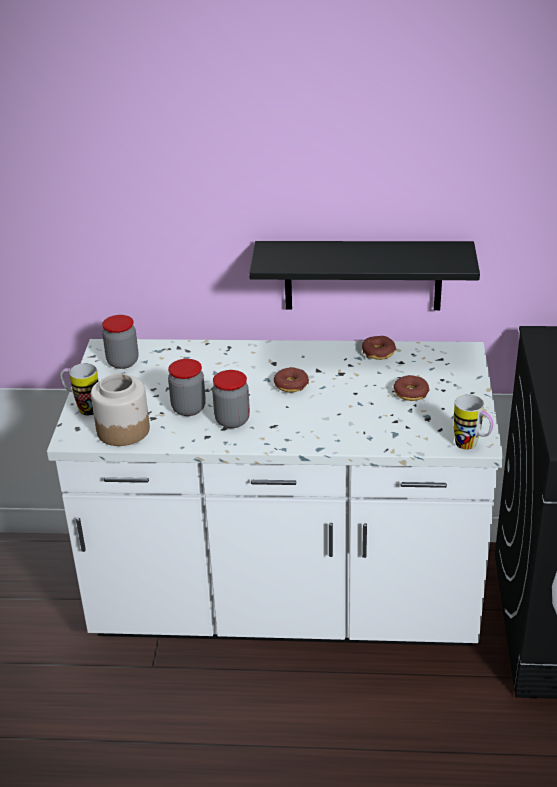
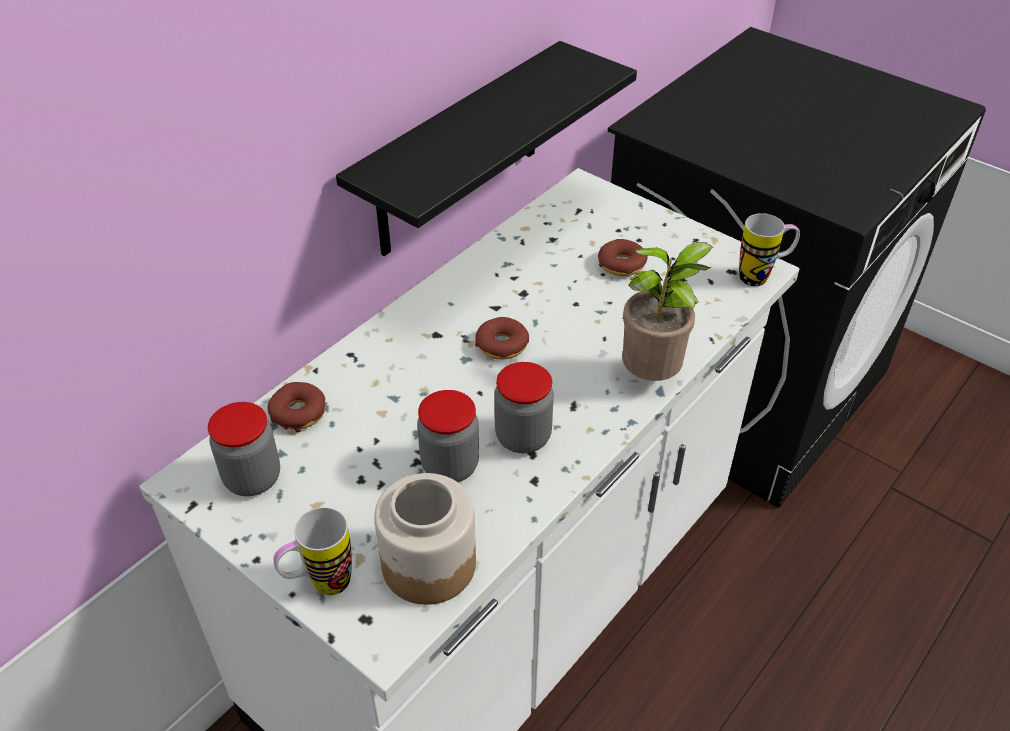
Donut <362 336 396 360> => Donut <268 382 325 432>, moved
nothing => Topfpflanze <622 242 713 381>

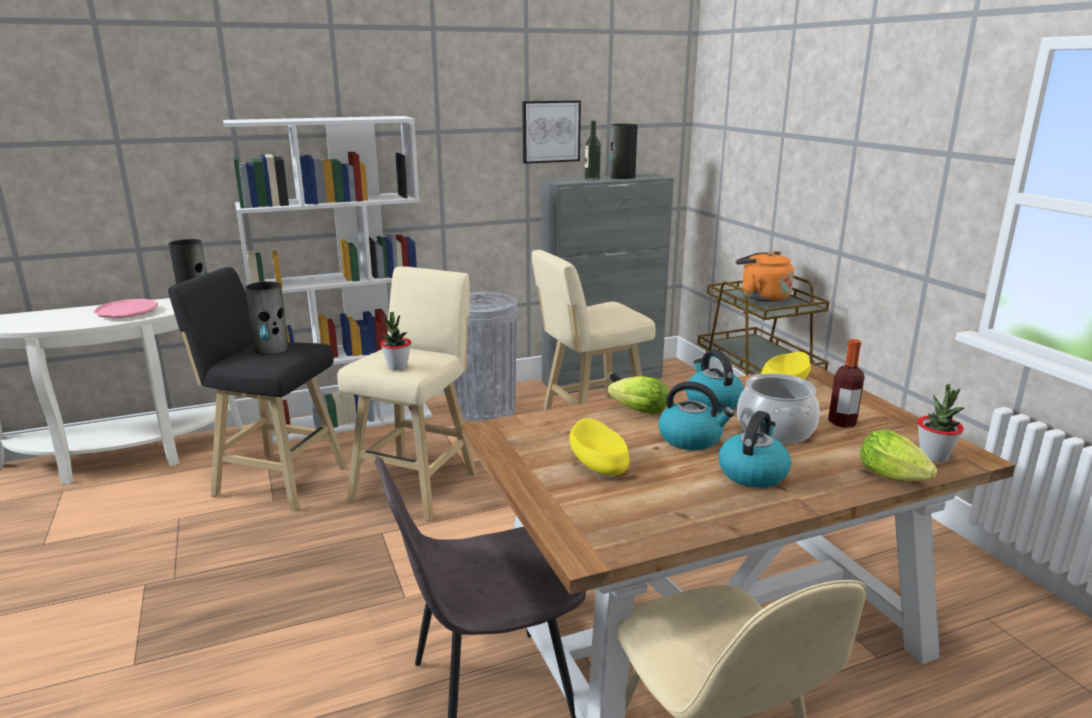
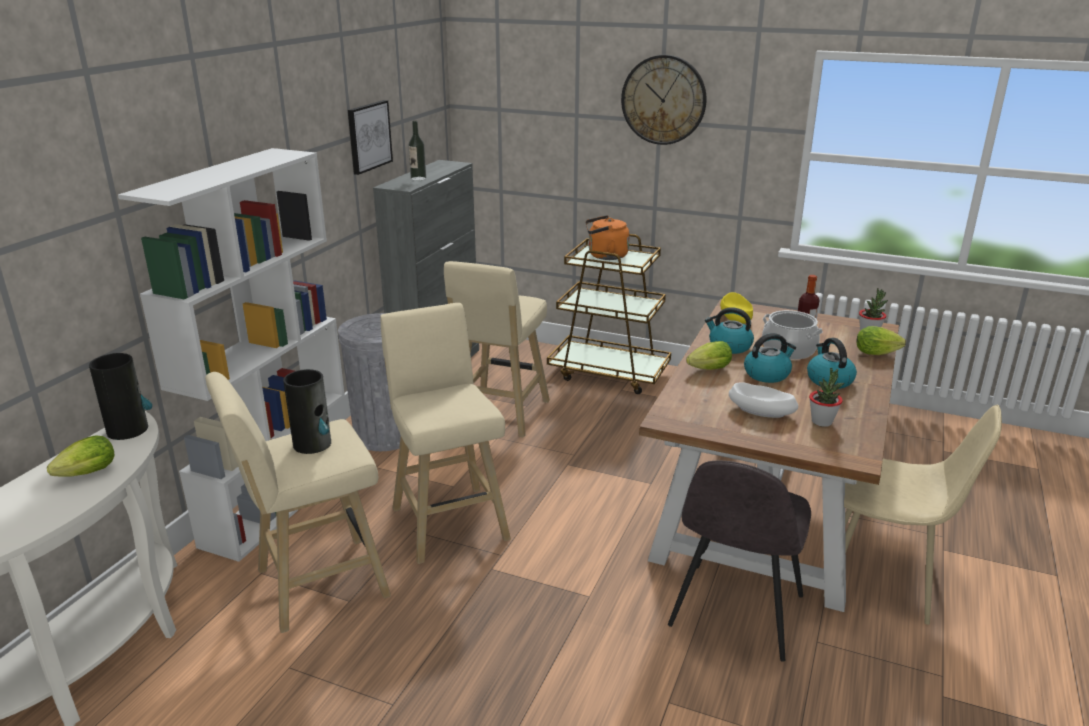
Teller [rosa] <93 299 158 318> => Salatkopf <47 435 114 477>
Hocker [schwarz] <168 267 347 511> => Hocker [beige] <205 372 391 633>
nothing => Wanduhr <621 55 707 145>
Schüssel [gelb] <569 418 630 478> => Schüssel [weiß] <729 382 798 418>
Topfpflanze <380 312 411 370> => Topfpflanze <809 368 844 427>, moved
Vase <609 124 638 179> => nothing

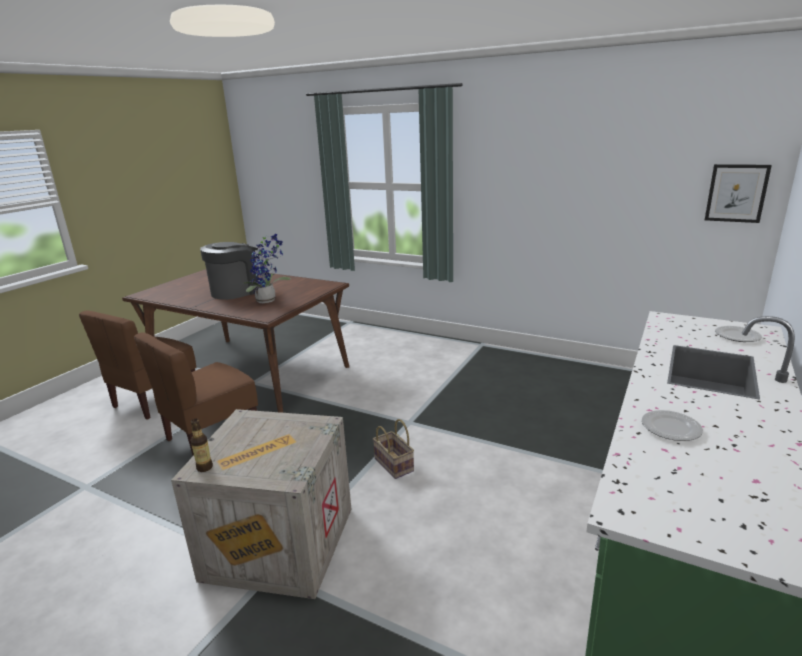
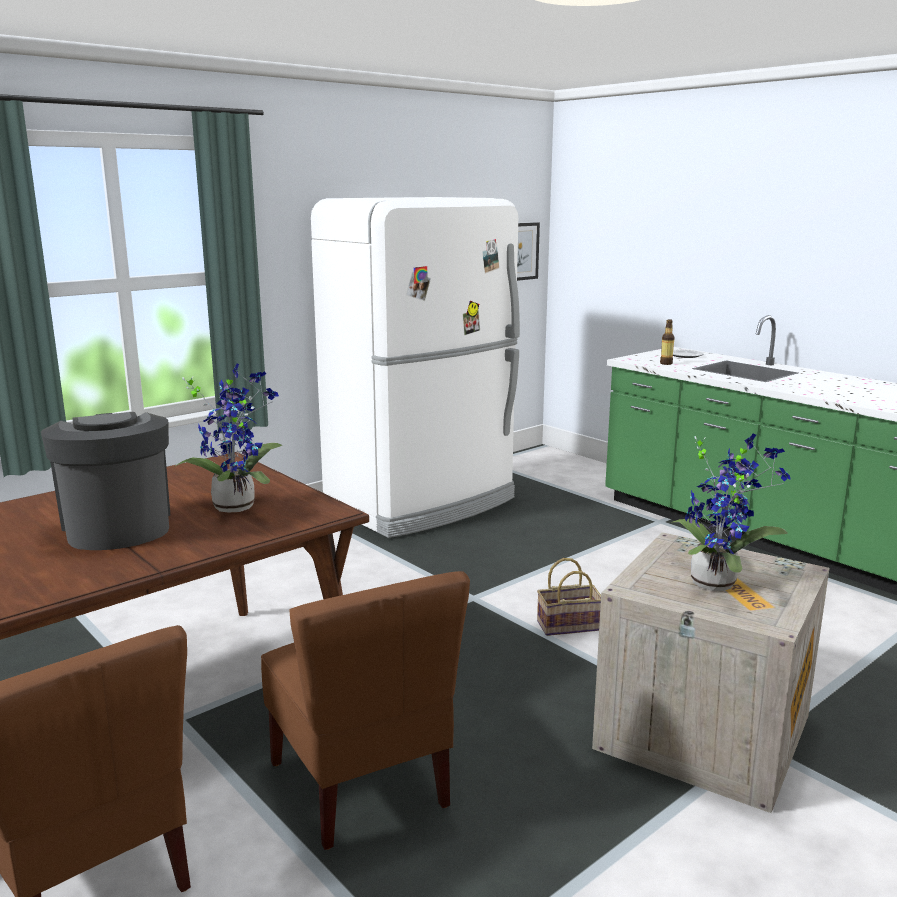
nothing => Kühlschrank [weiß] <311 197 520 538>
Flasche <191 419 213 472> => Flasche <660 319 675 365>, moved
nothing => Topfpflanze <670 434 791 591>
Teller <642 410 703 441> => nothing

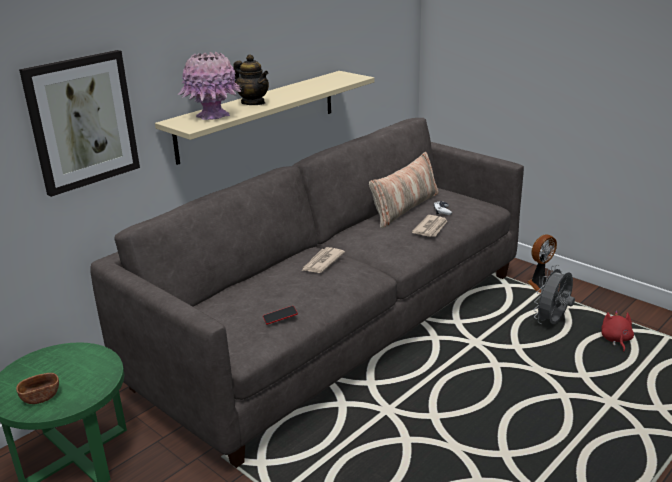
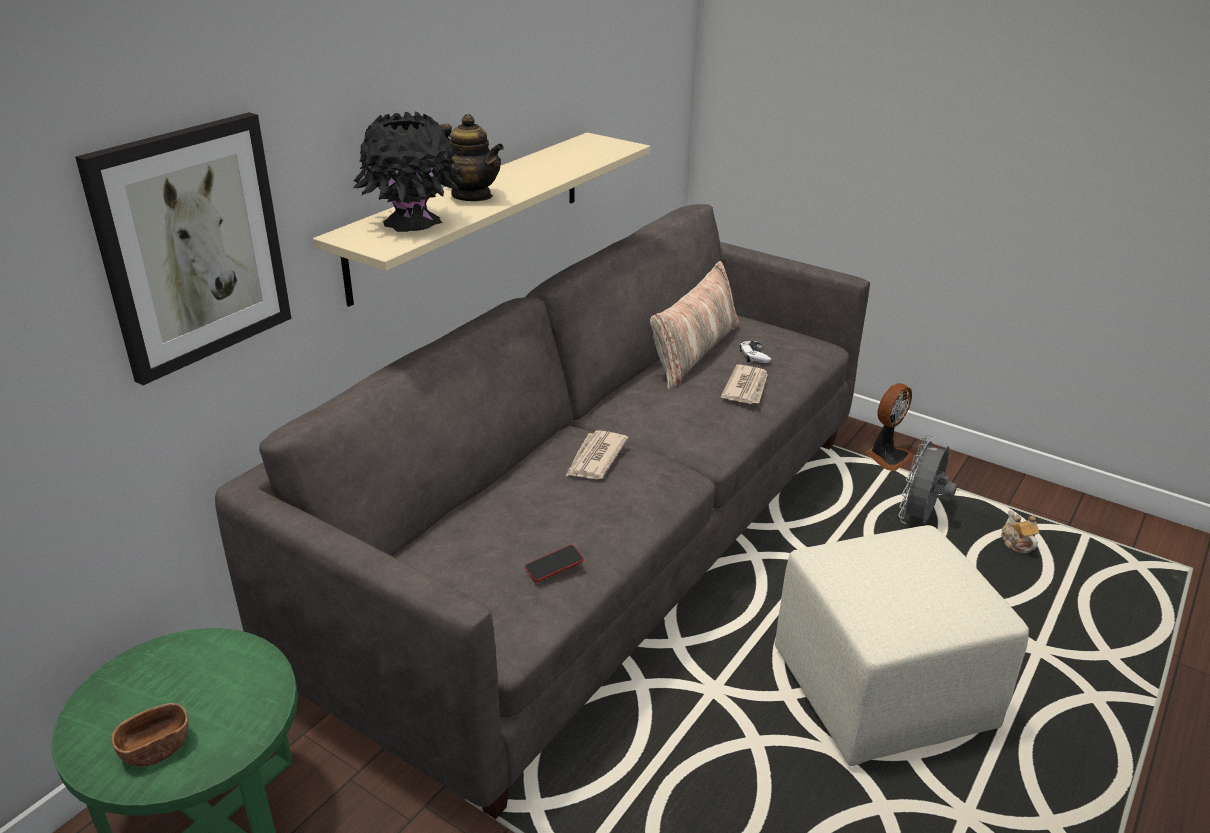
Vase [rosa] <178 52 242 120> => Vase [schwarz] <353 112 464 232>
nothing => Polsterhocker [beige] <775 525 1029 766>
Plüschtier [rot] <601 310 634 352> => Teekanne <1001 510 1039 553>

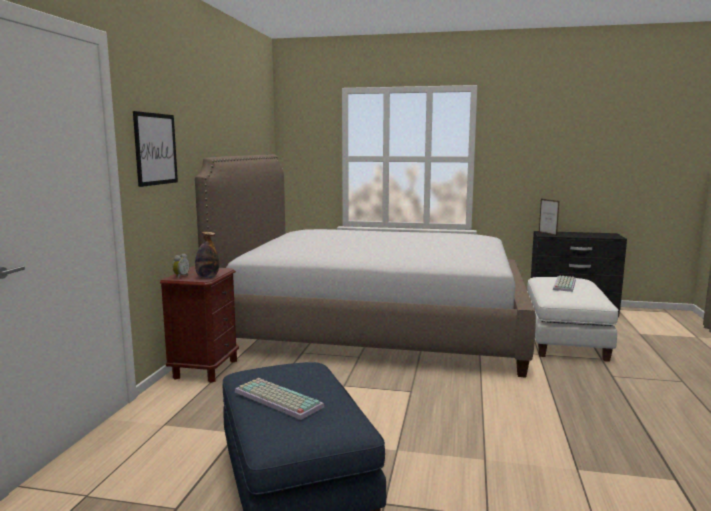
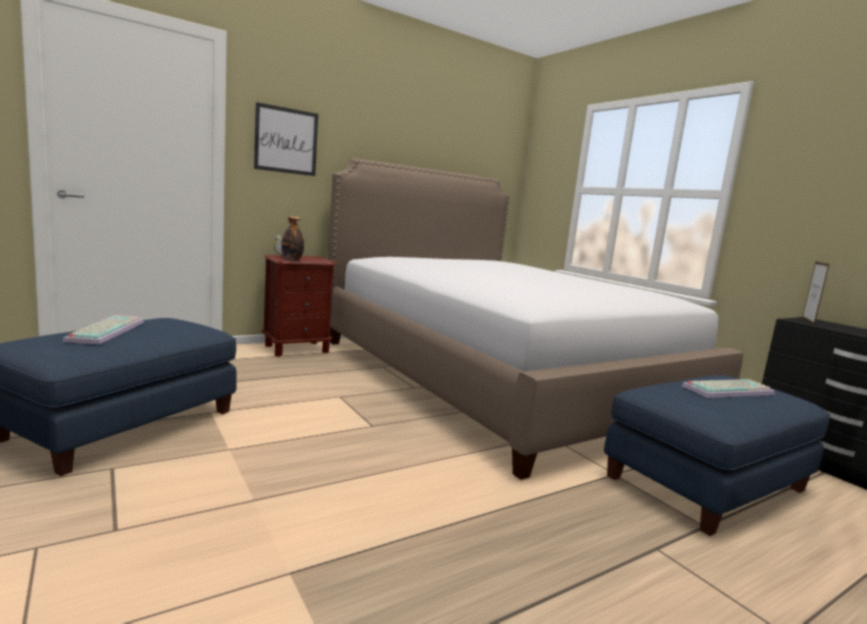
Polsterhocker [weiß] <527 277 618 362> => Polsterhocker [blau] <604 375 830 536>

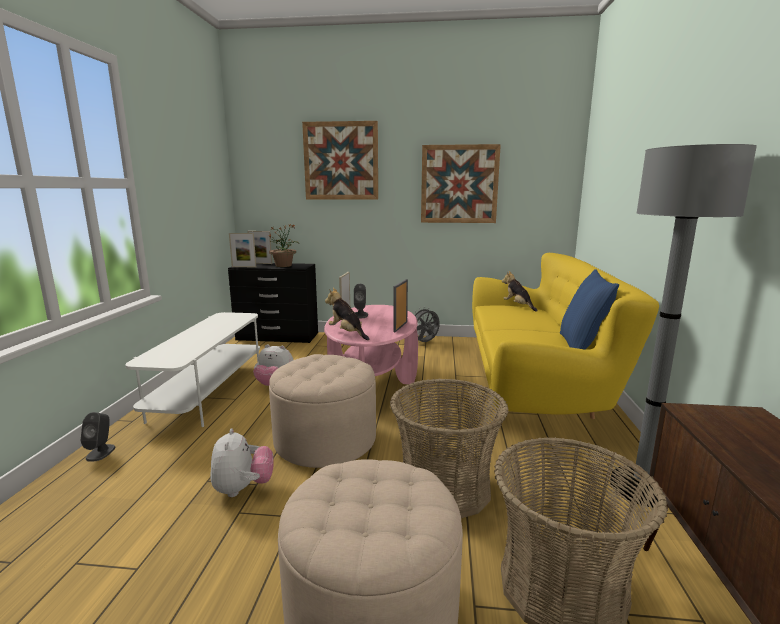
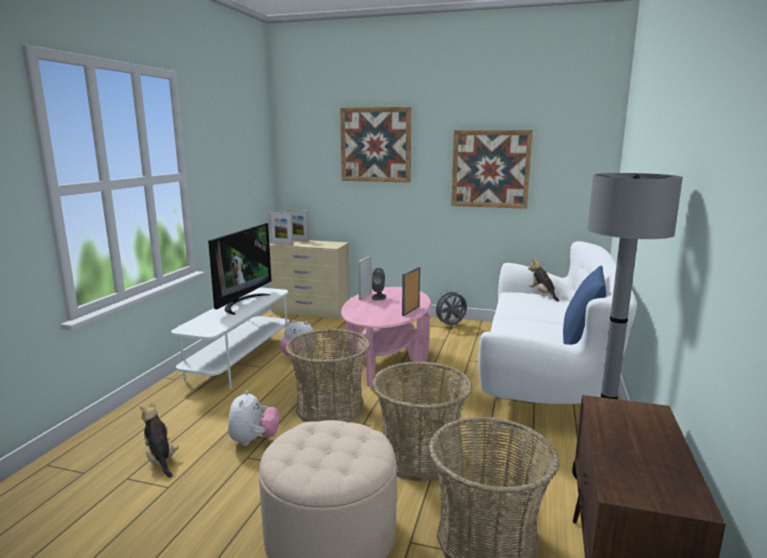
Plüschtier <325 288 369 340> => Plüschtier <140 401 179 478>, moved
nothing => Fernseher <208 223 271 315>
Kommode [schwarz] <228 263 318 343> => Kommode [beige] <269 240 350 319>
Polsterhocker [beige] <269 354 376 468> => Korb <285 329 371 422>
Sofa [gelb] <472 253 659 419> => Sofa [weiß] <478 241 637 404>
Lautsprecher [grau] <80 412 116 462> => nothing
Topfpflanze <269 223 298 267> => nothing

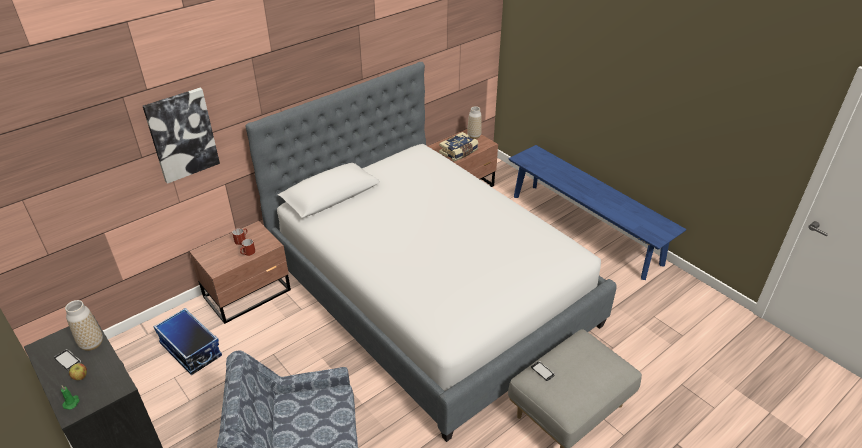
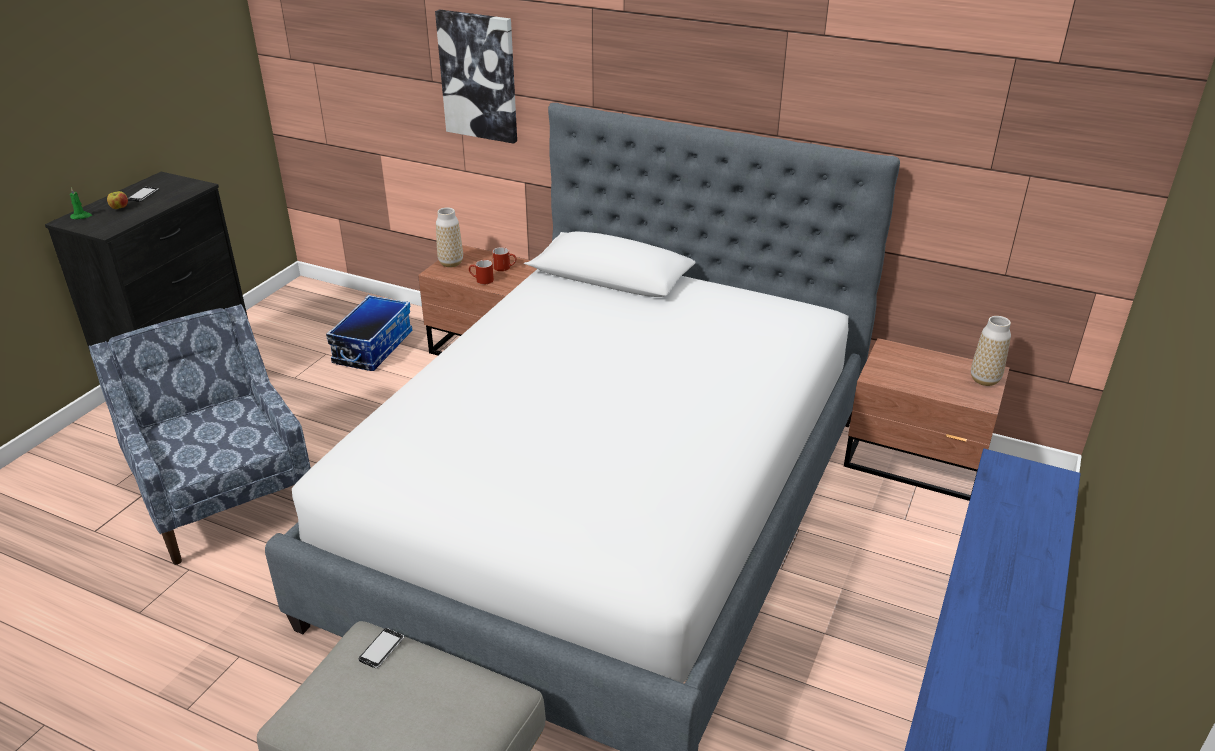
Vase <65 300 103 351> => Vase <436 208 463 267>, moved
Buch <439 132 478 162> => nothing

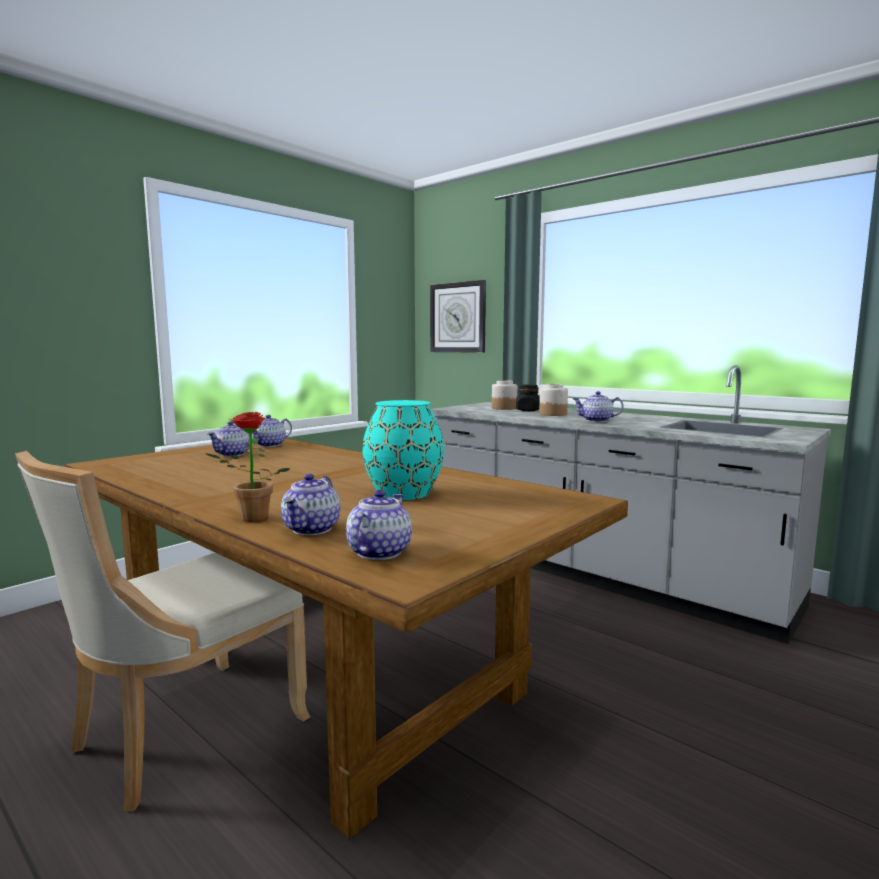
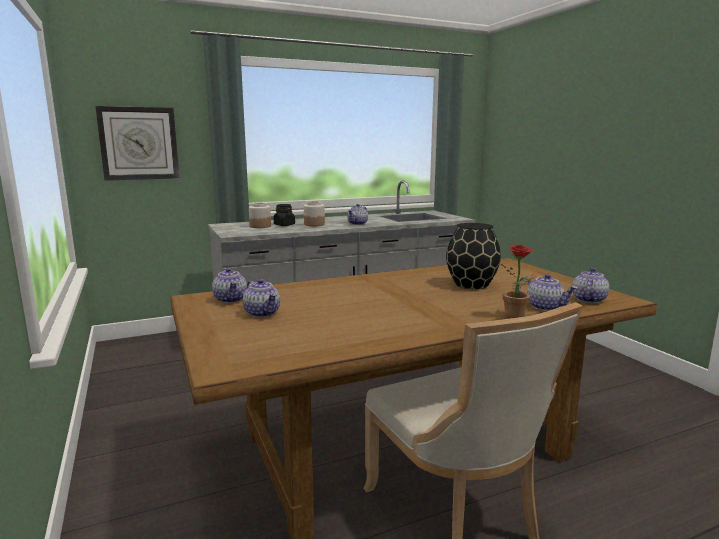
Vase [türkis] <362 400 444 500> => Vase [schwarz] <446 223 501 289>
Teekanne <346 490 412 560> => Teekanne <572 268 609 303>, 75 degrees clockwise

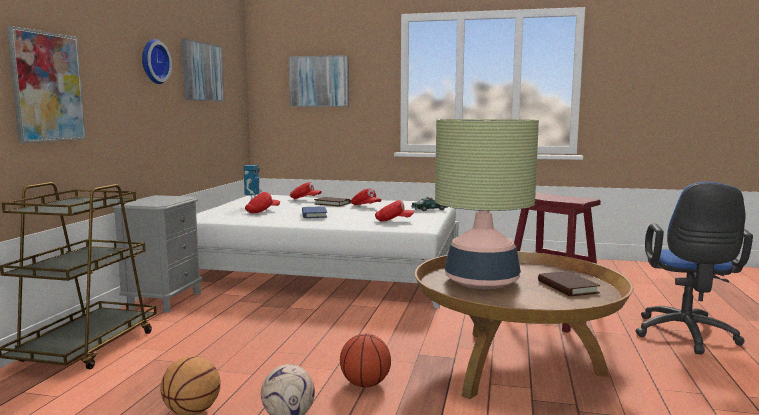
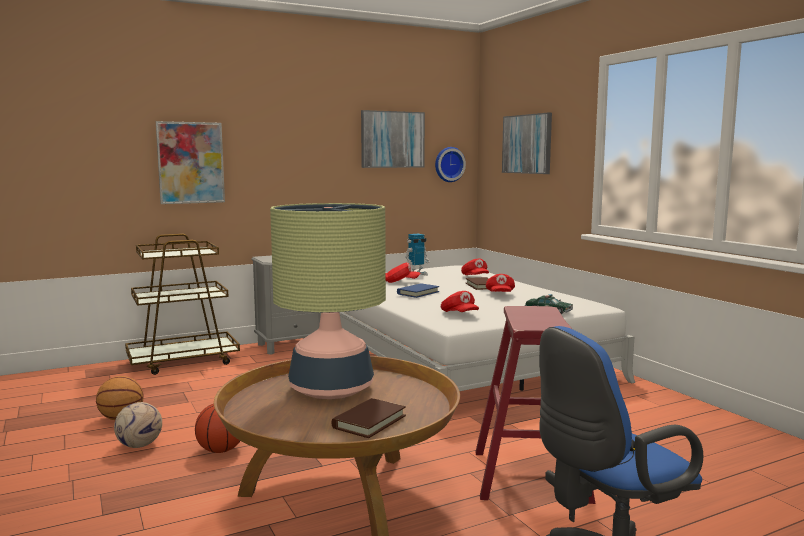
Wanduhr <142 39 172 84> => Wanduhr <435 147 466 182>, moved

